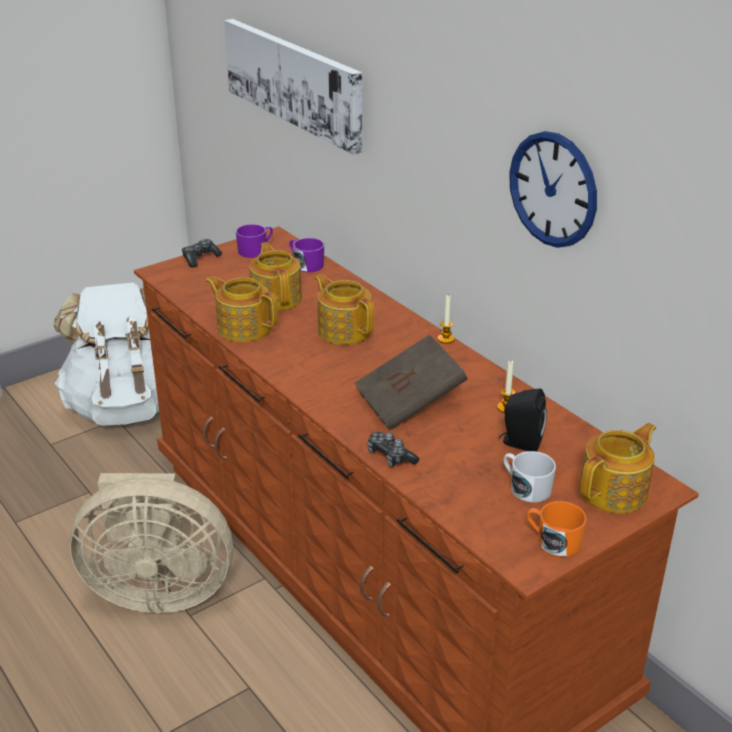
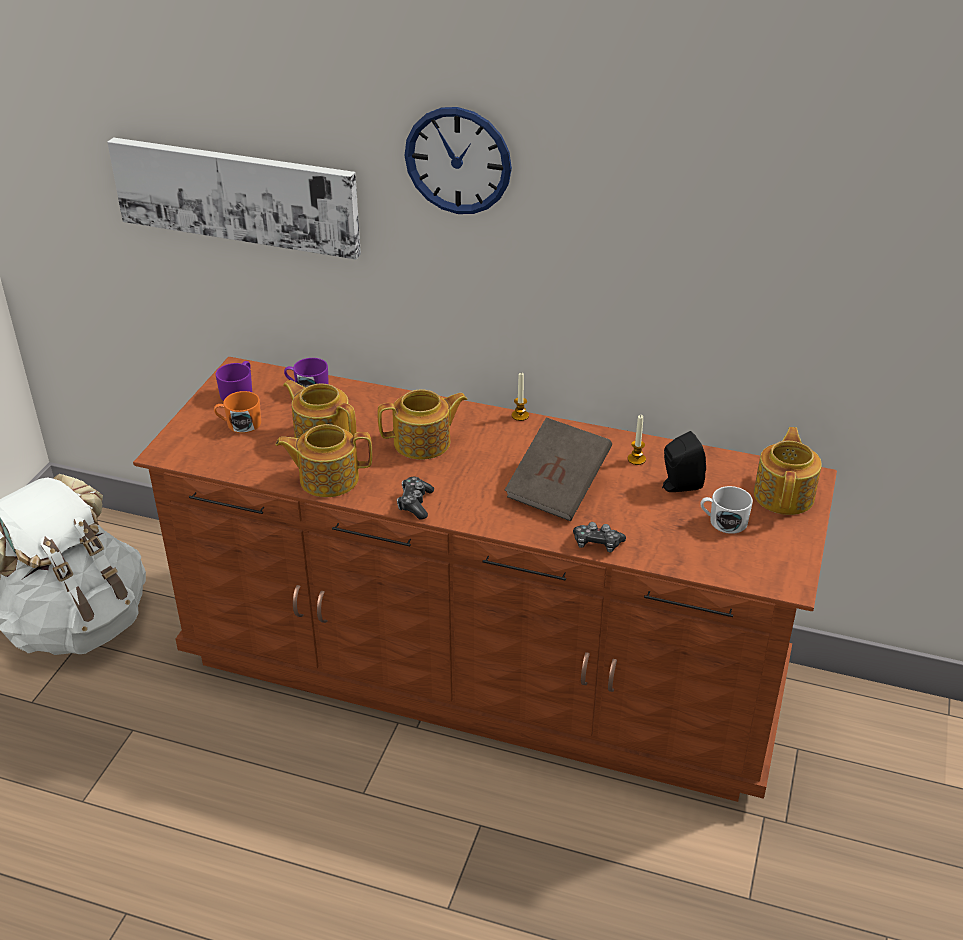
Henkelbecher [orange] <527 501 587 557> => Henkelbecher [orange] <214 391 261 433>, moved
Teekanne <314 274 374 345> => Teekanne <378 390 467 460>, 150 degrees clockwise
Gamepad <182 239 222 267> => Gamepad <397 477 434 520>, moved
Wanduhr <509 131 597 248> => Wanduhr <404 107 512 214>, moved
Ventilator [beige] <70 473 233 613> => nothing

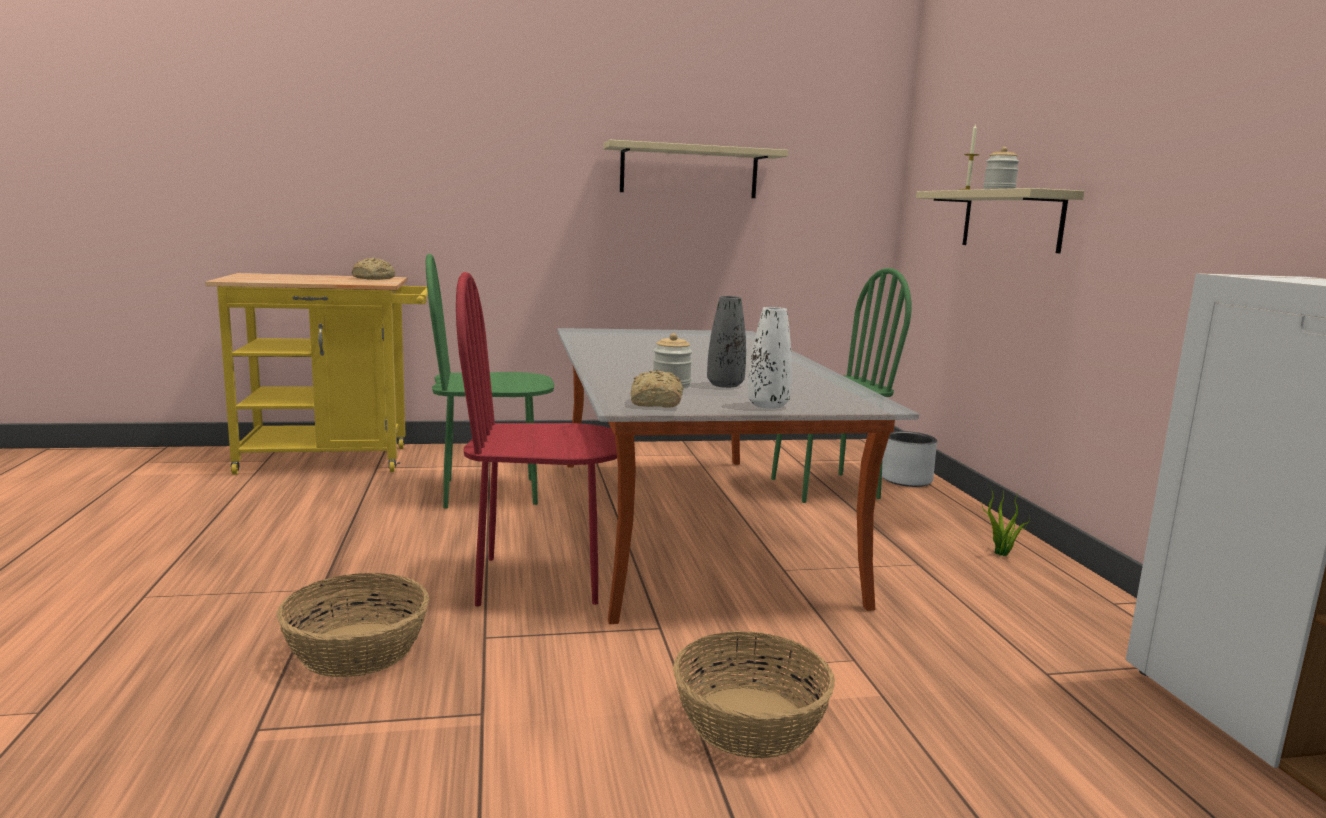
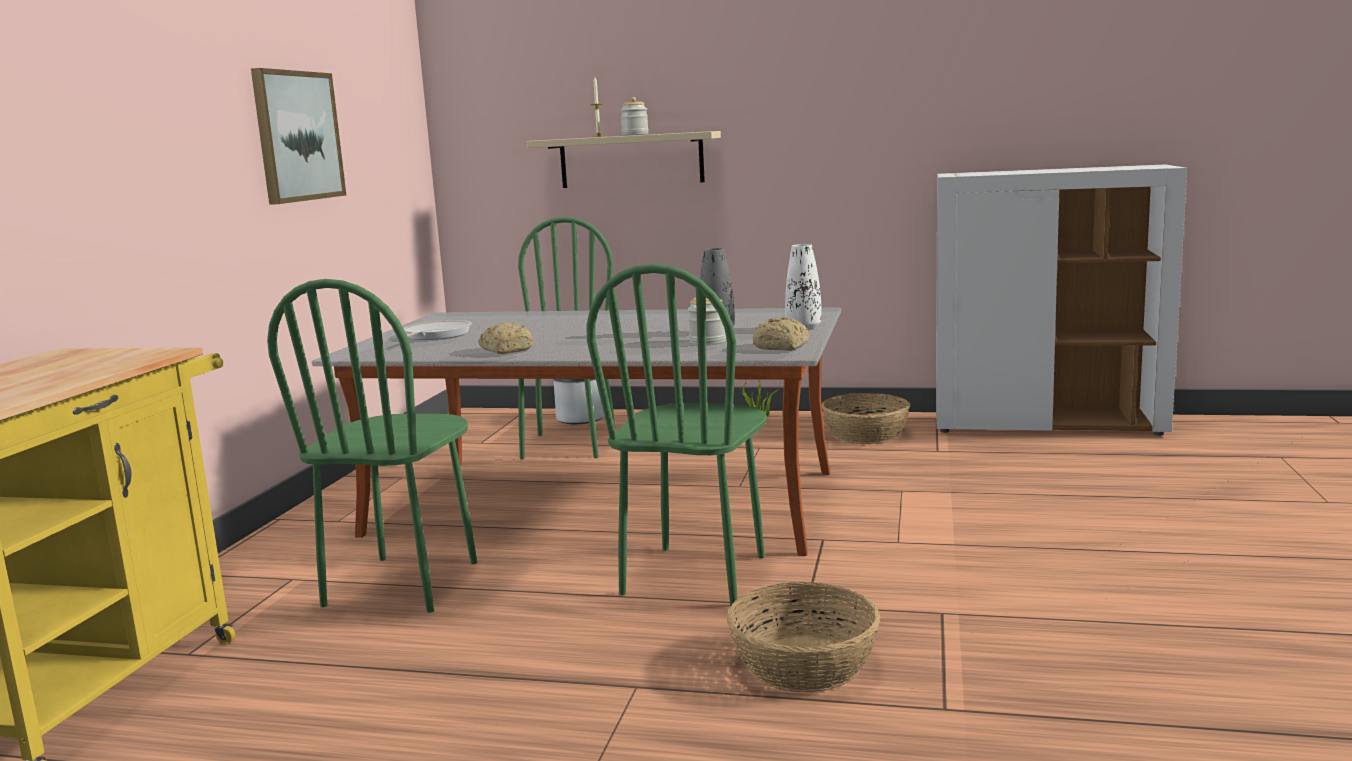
Wandregal [beige] <603 140 788 198> => Bild <251 68 346 205>
nothing => Pfanne <403 320 472 340>
Brot <352 258 395 280> => Brot <478 322 534 354>, moved
Stuhl [rot] <456 272 617 606> => Stuhl [grün] <587 264 767 606>
Korb <673 631 835 758> => Korb <822 393 910 444>, moved

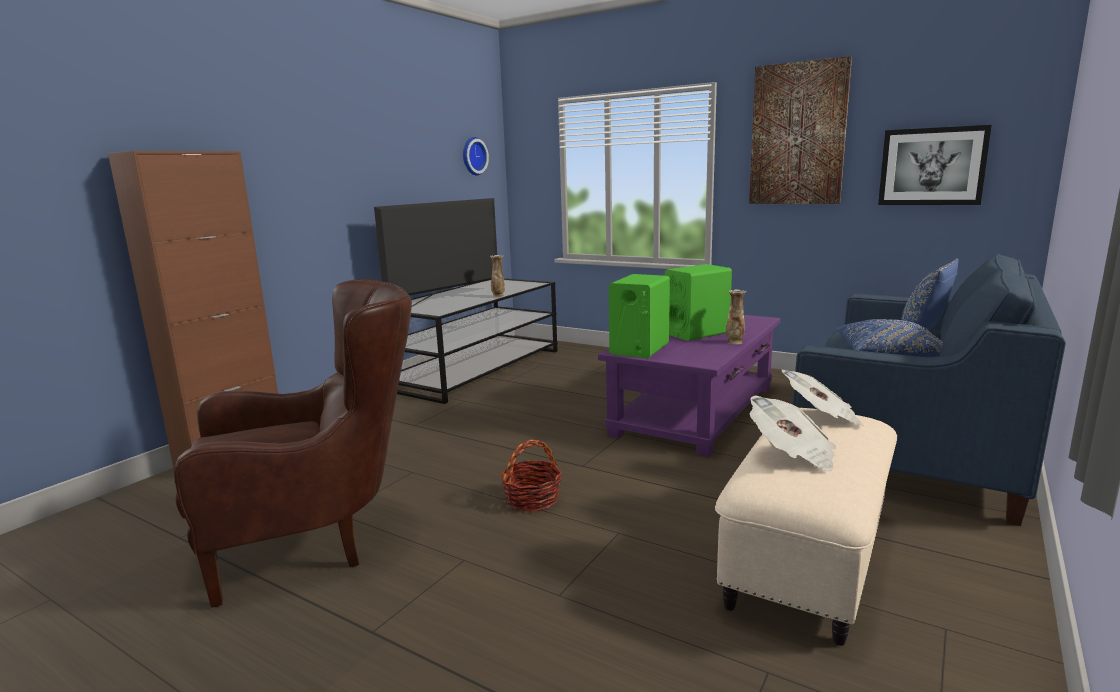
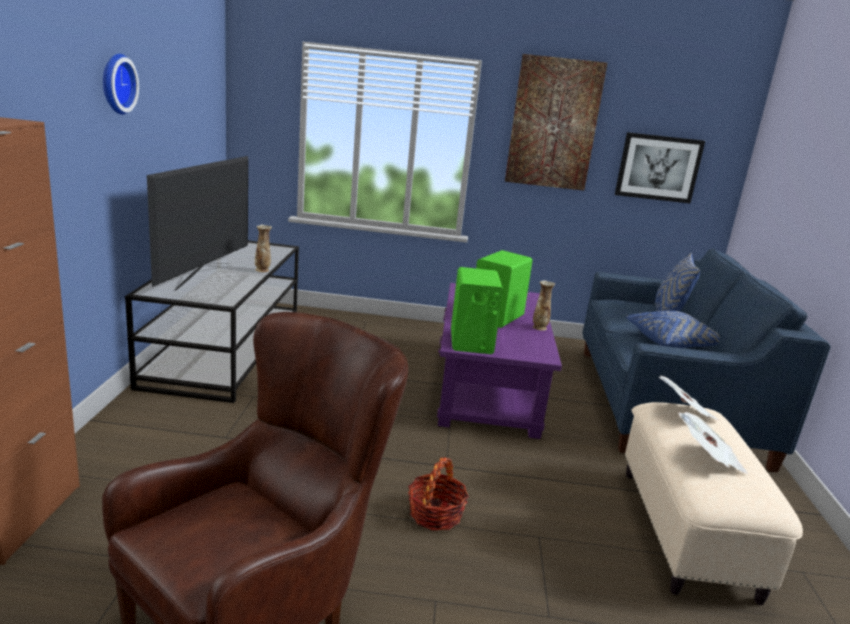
Wanduhr <463 137 489 175> => Wanduhr <103 54 139 115>, moved

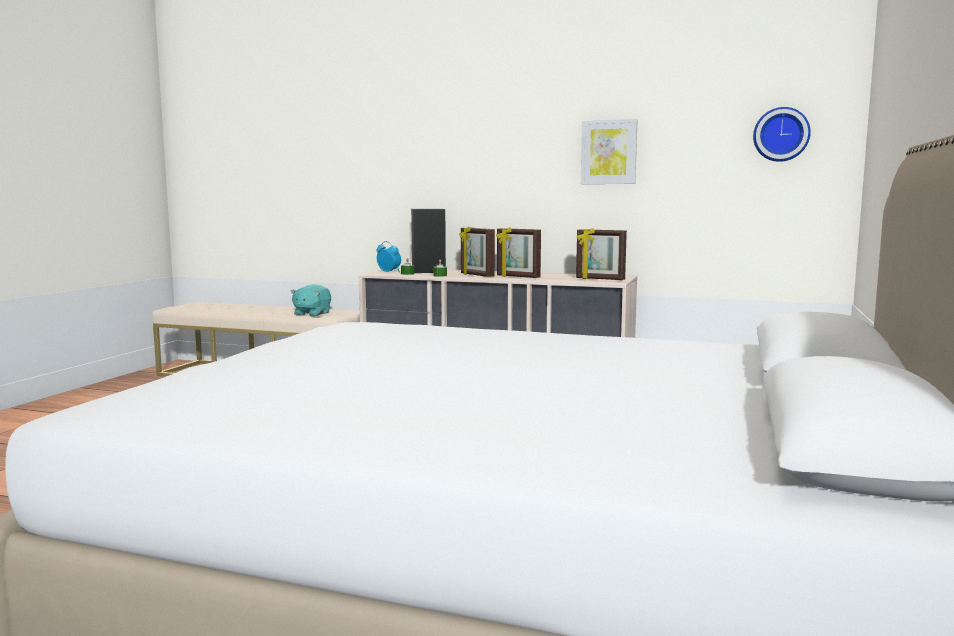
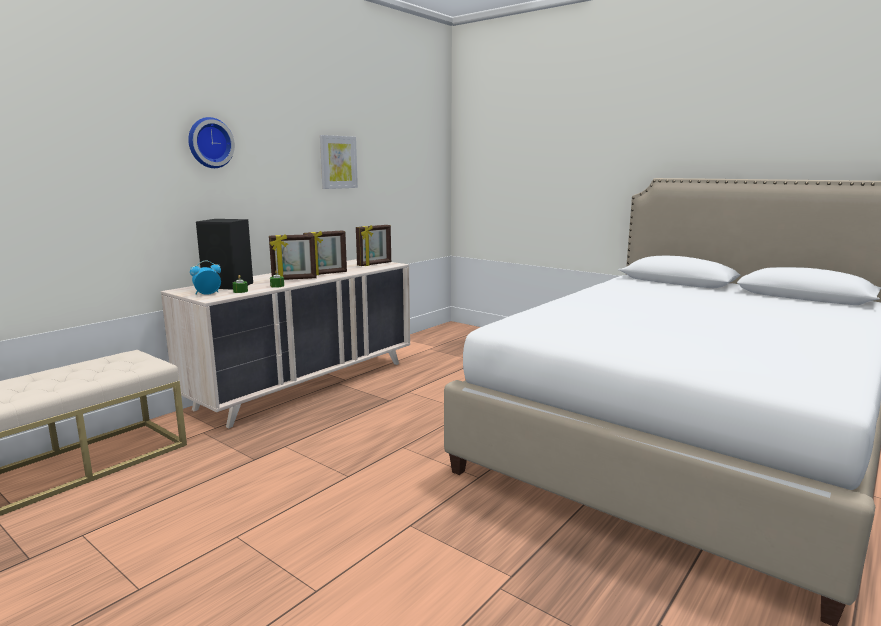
Wanduhr <753 107 811 162> => Wanduhr <188 117 235 168>, moved
Plüschtier [türkis] <291 284 331 316> => nothing

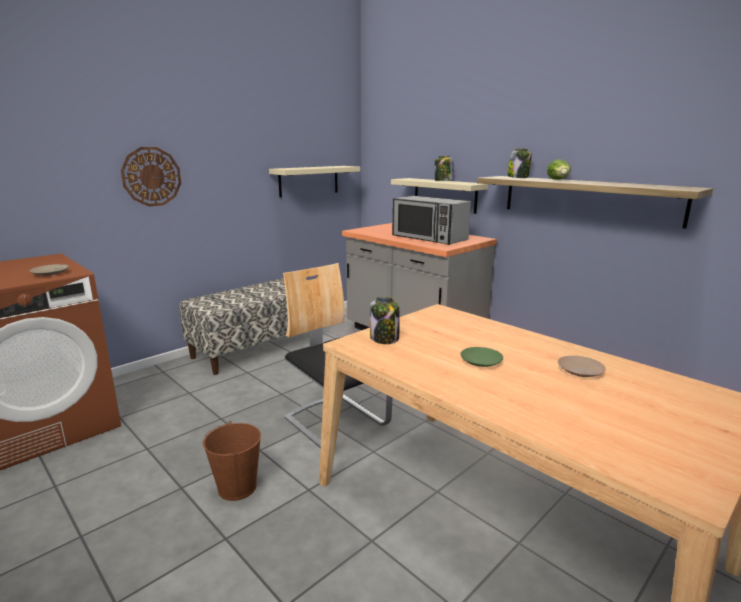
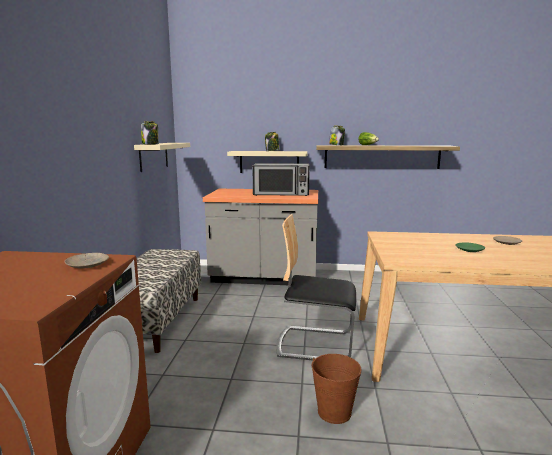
Vorratsglas <370 296 399 344> => Vorratsglas <141 121 159 145>, moved
Wanduhr <121 147 181 207> => nothing

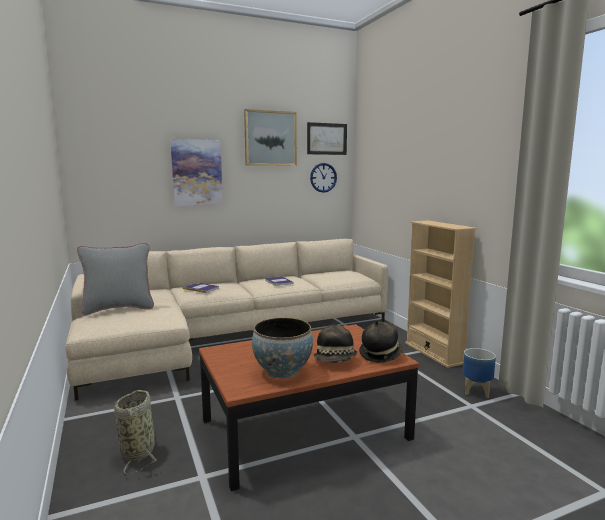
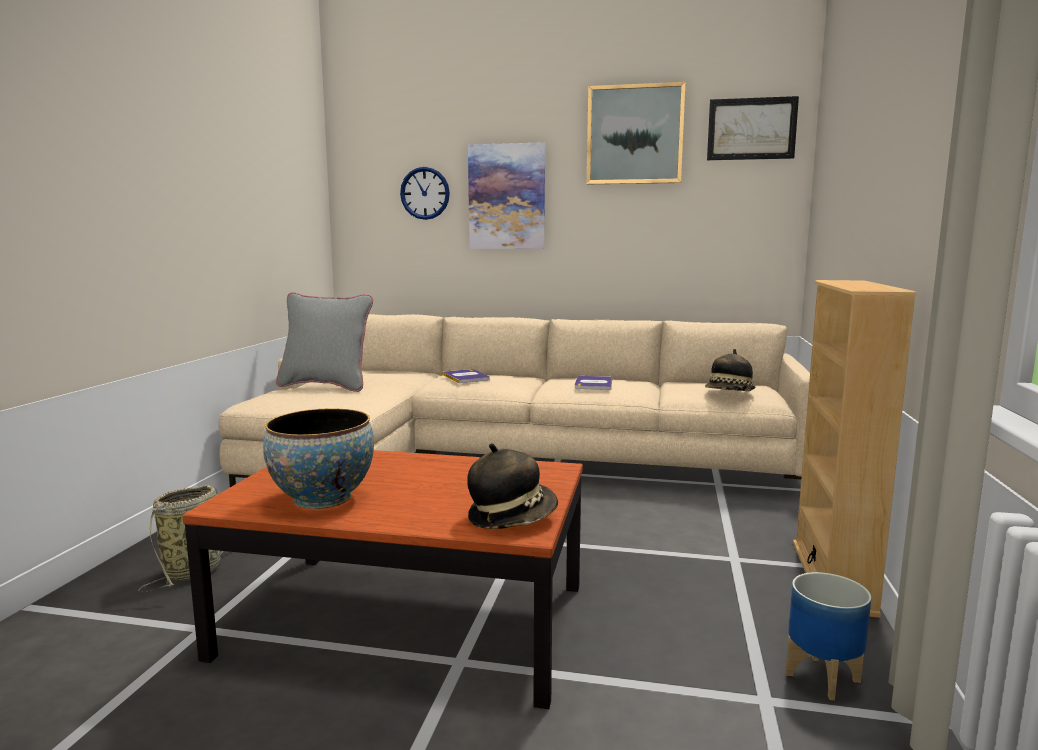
Wanduhr <310 163 337 193> => Wanduhr <400 167 450 220>, moved
Hut <314 320 357 363> => Hut <705 349 756 391>, moved

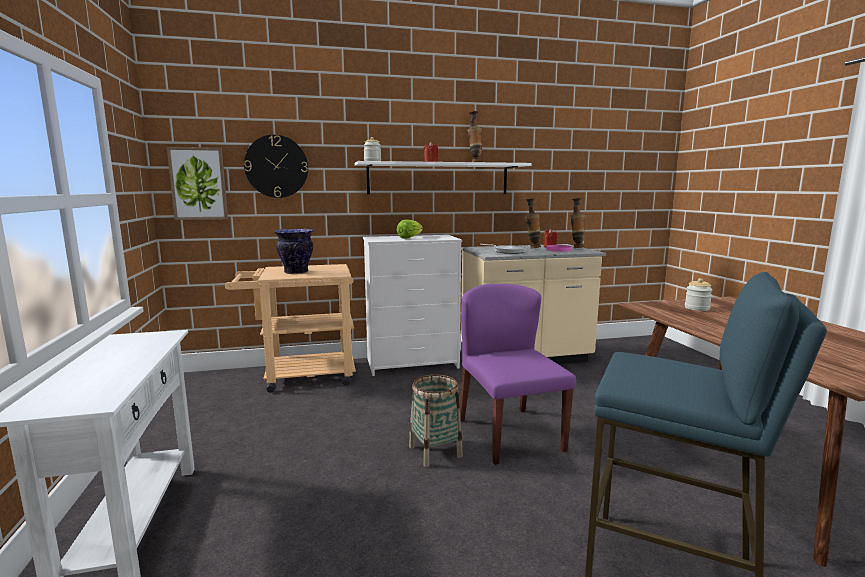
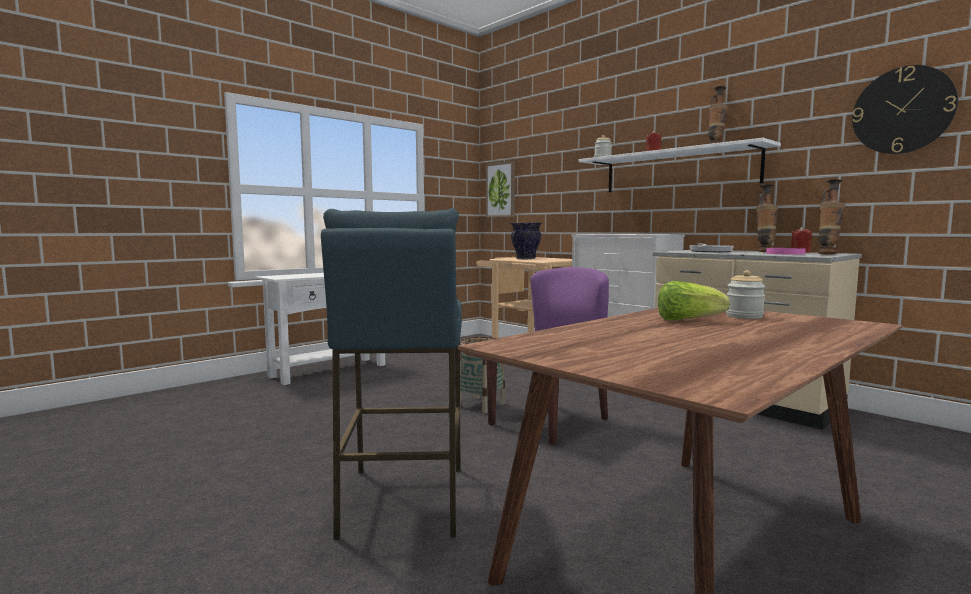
Salatkopf <397 219 423 239> => Salatkopf <658 281 730 321>, moved
Wanduhr <244 135 308 198> => Wanduhr <852 65 958 154>, moved

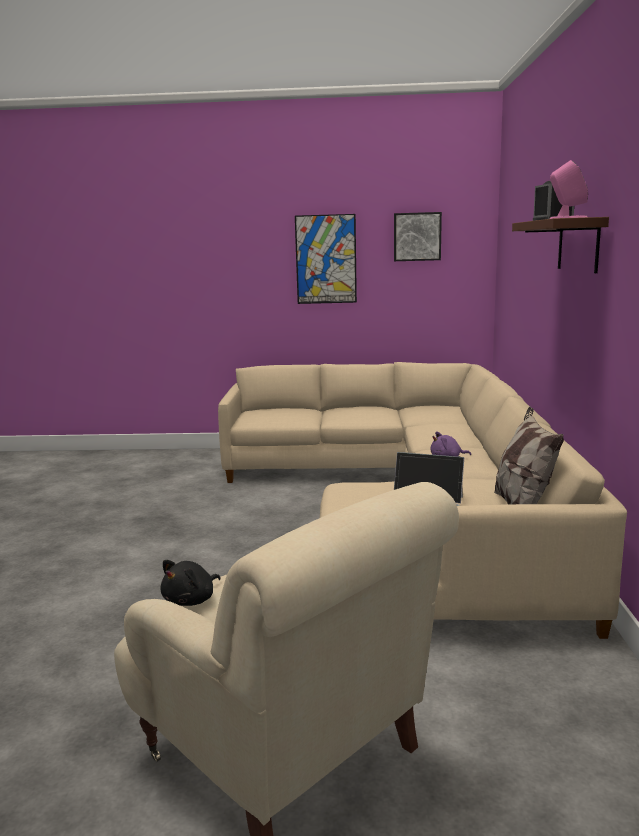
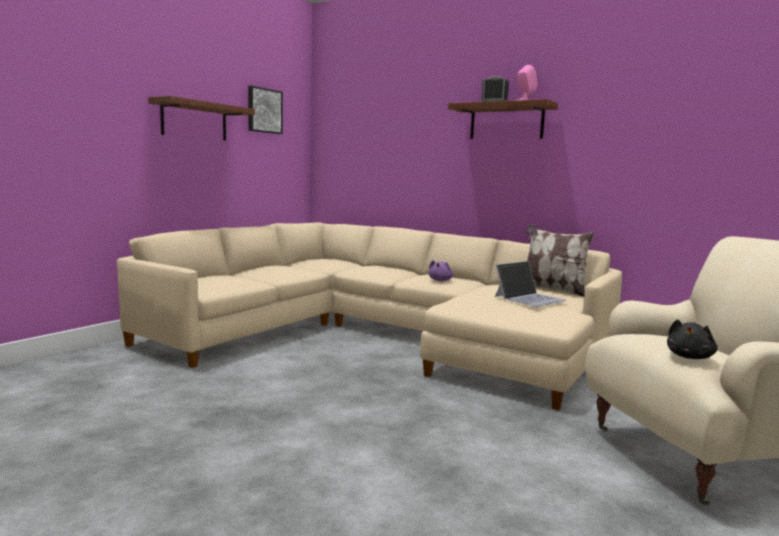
Bild <295 214 357 304> => Wandregal [braun] <148 96 255 141>
Plüschtier [schwarz] <160 560 221 606> => Plüschtier [schwarz] <667 319 718 359>, 60 degrees clockwise

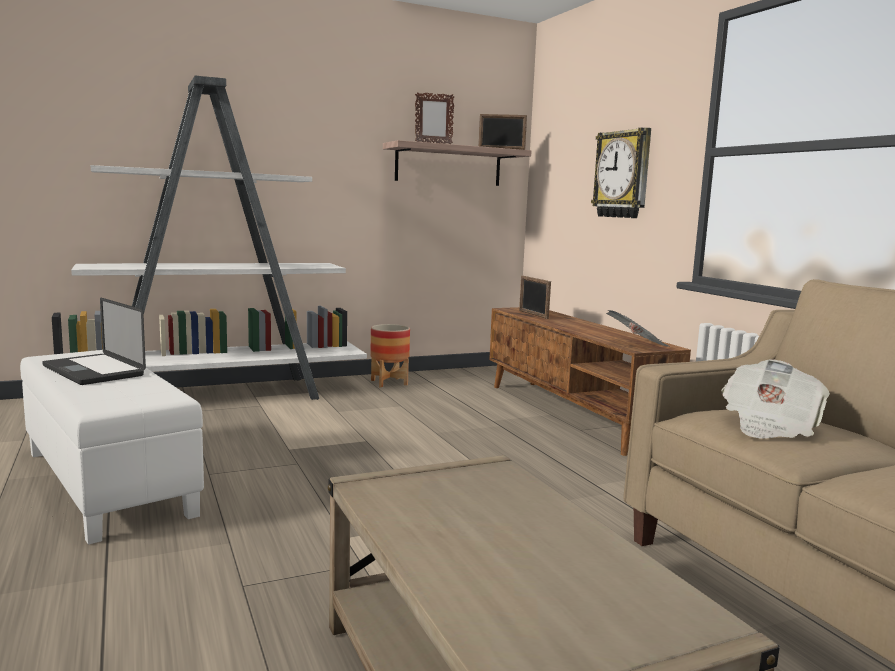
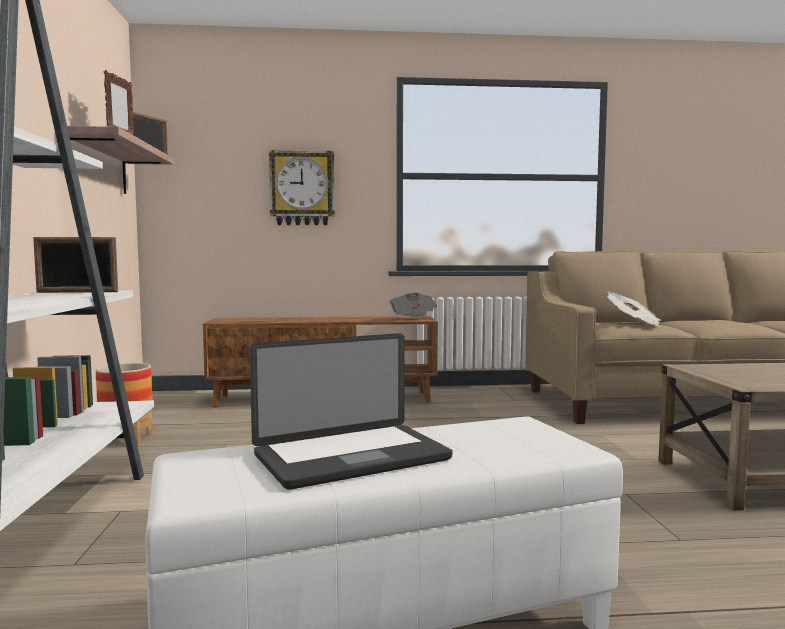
Bilderrahmen <519 276 551 319> => Bilderrahmen <33 237 118 293>, moved

